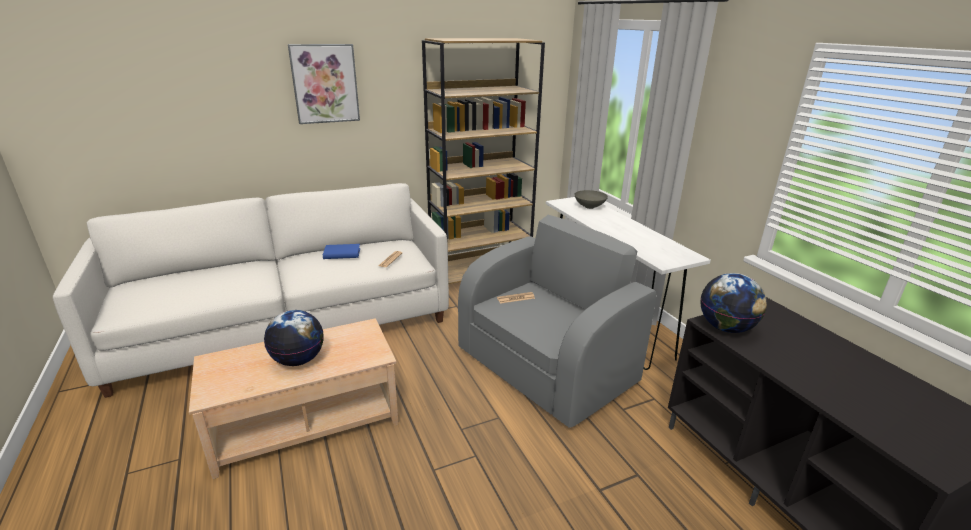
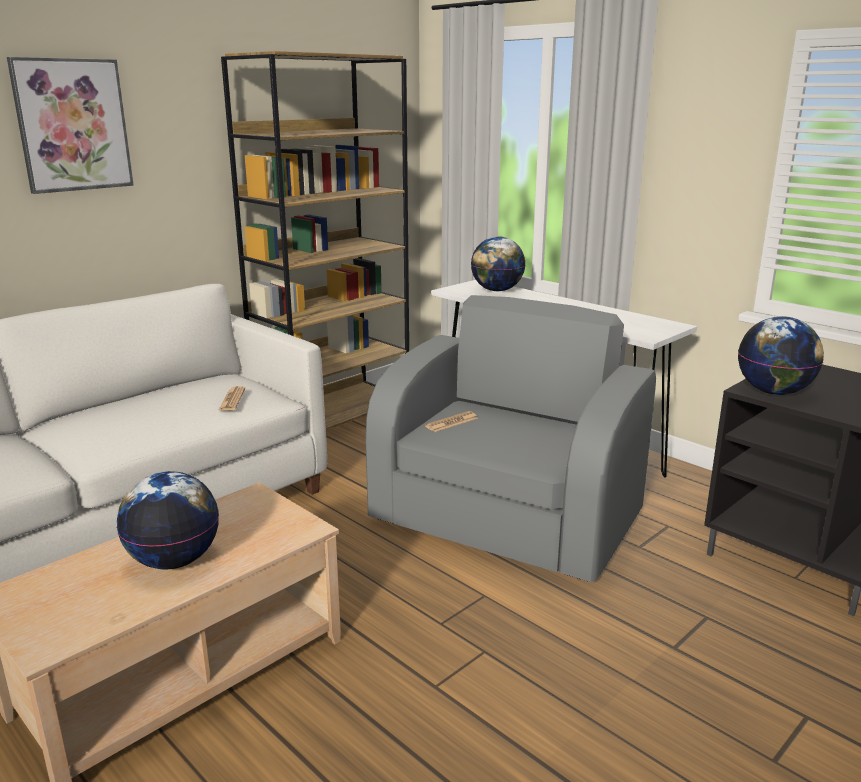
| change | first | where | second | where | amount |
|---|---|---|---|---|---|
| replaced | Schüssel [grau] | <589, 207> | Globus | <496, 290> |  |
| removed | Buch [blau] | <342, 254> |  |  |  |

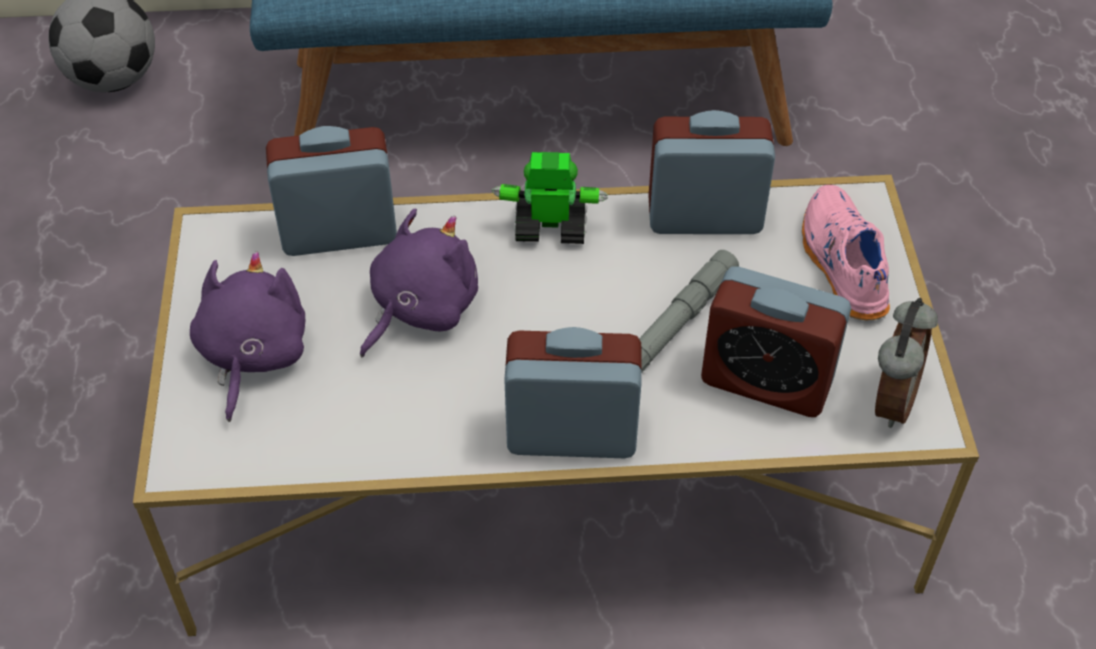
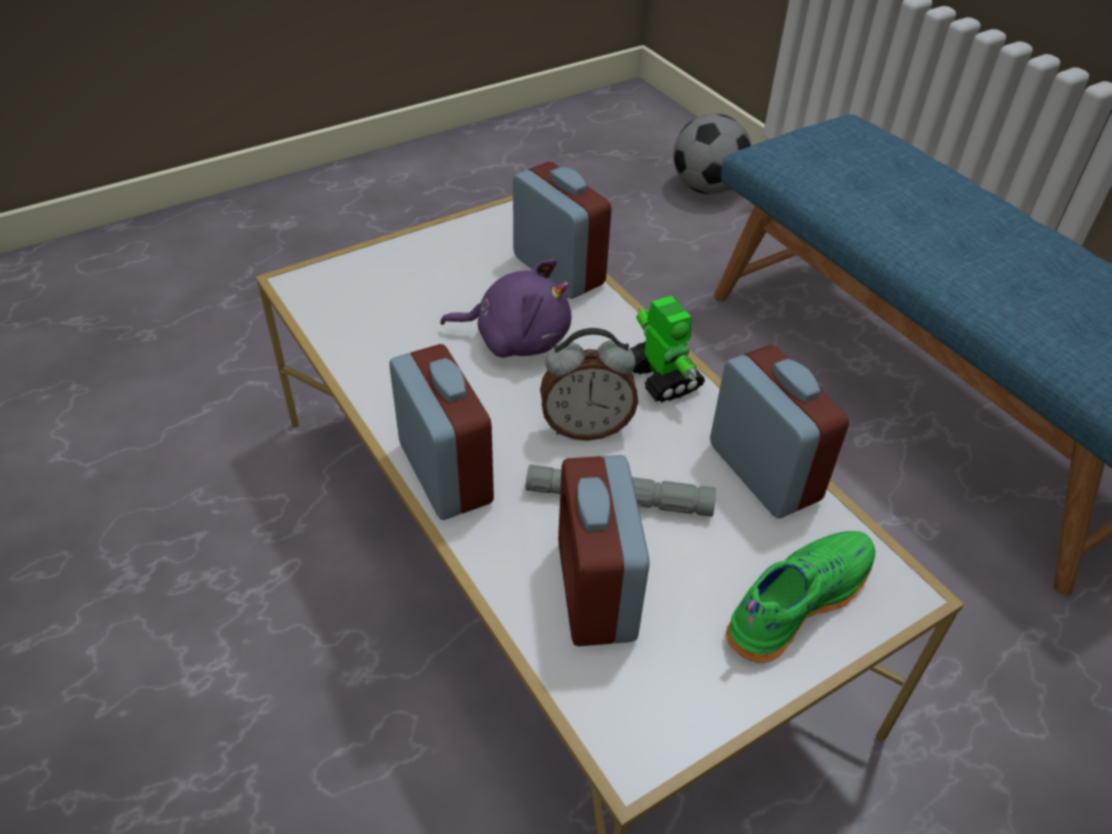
| change | first | where | second | where | amount |
|---|---|---|---|---|---|
| moved | Wecker | <890, 400> |  | <586, 427> |  |
| recoloured | Schuh [rosa] | <841, 265> | Schuh [grün] | <794, 601> |  |
| removed | Plüschtier [lila] | <252, 355> |  |  |  |

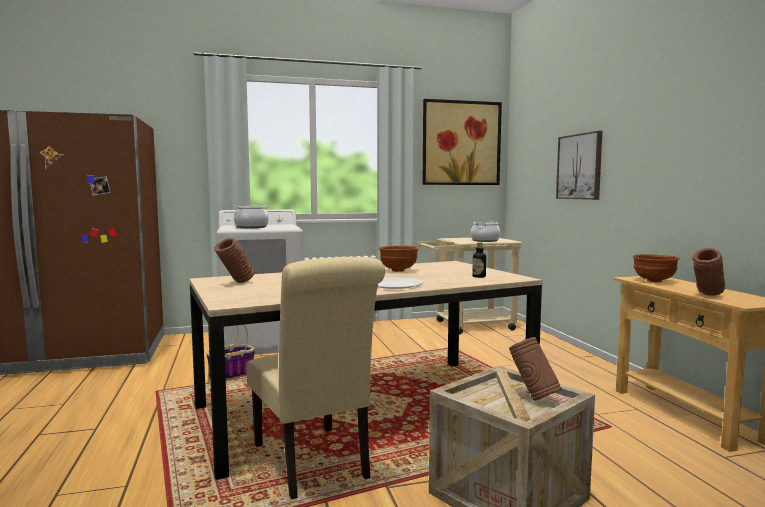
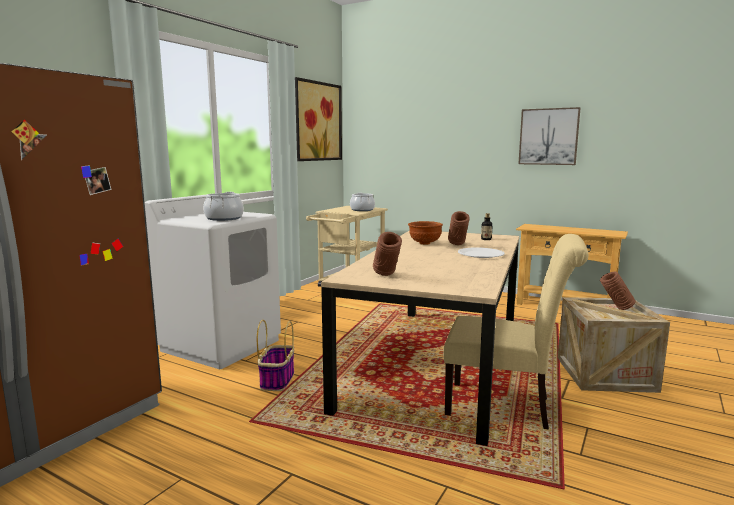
| change | first | where | second | where | amount |
|---|---|---|---|---|---|
| moved | Vase [braun] | <707, 296> |  | <457, 245> |  |
| moved | Bild | <579, 166> |  | <548, 136> |  |
| removed | Schüssel [braun] | <653, 281> |  |  |  |

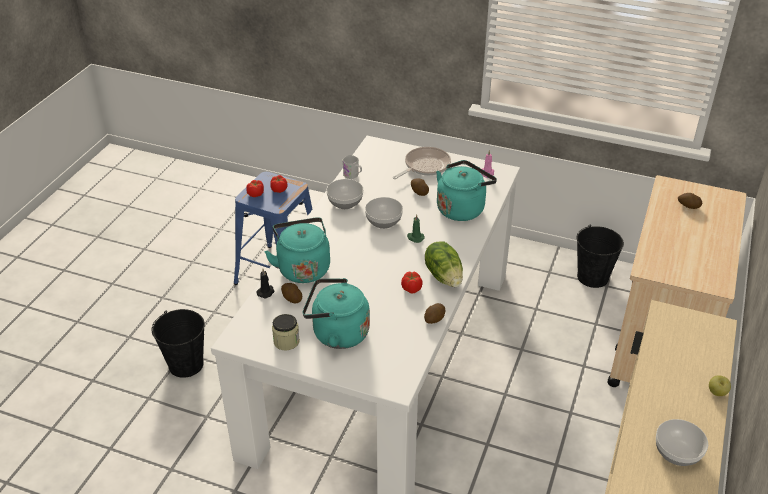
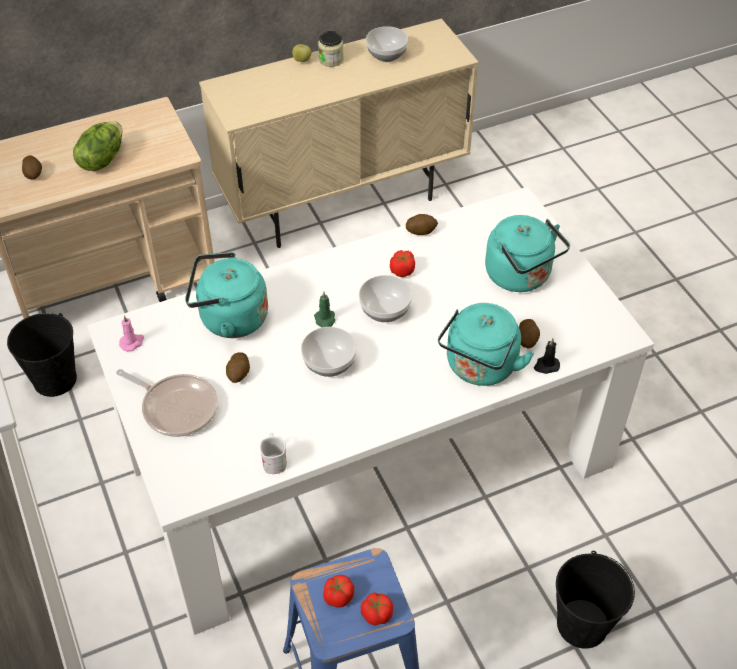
| change | first | where | second | where | amount |
|---|---|---|---|---|---|
| moved | Salatkopf | <444, 276> |  | <101, 159> |  |
| turned | Pfanne | <425, 166> |  | <176, 407> | 150 degrees counterclockwise |
| moved | Vorratsglas | <286, 341> |  | <331, 59> |  |
| moved | Schüssel | <345, 203> |  | <384, 310> |  |

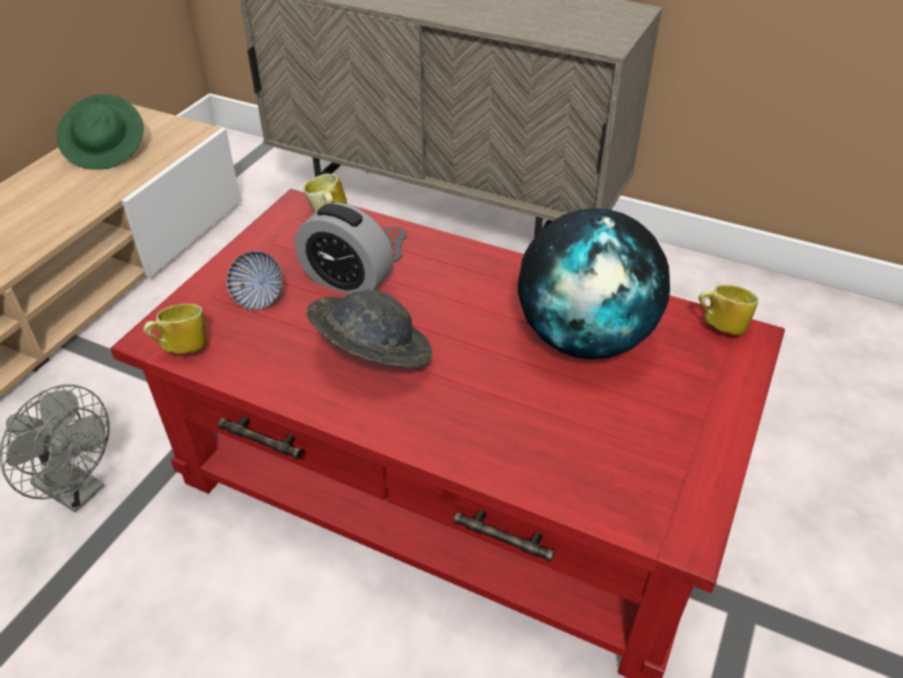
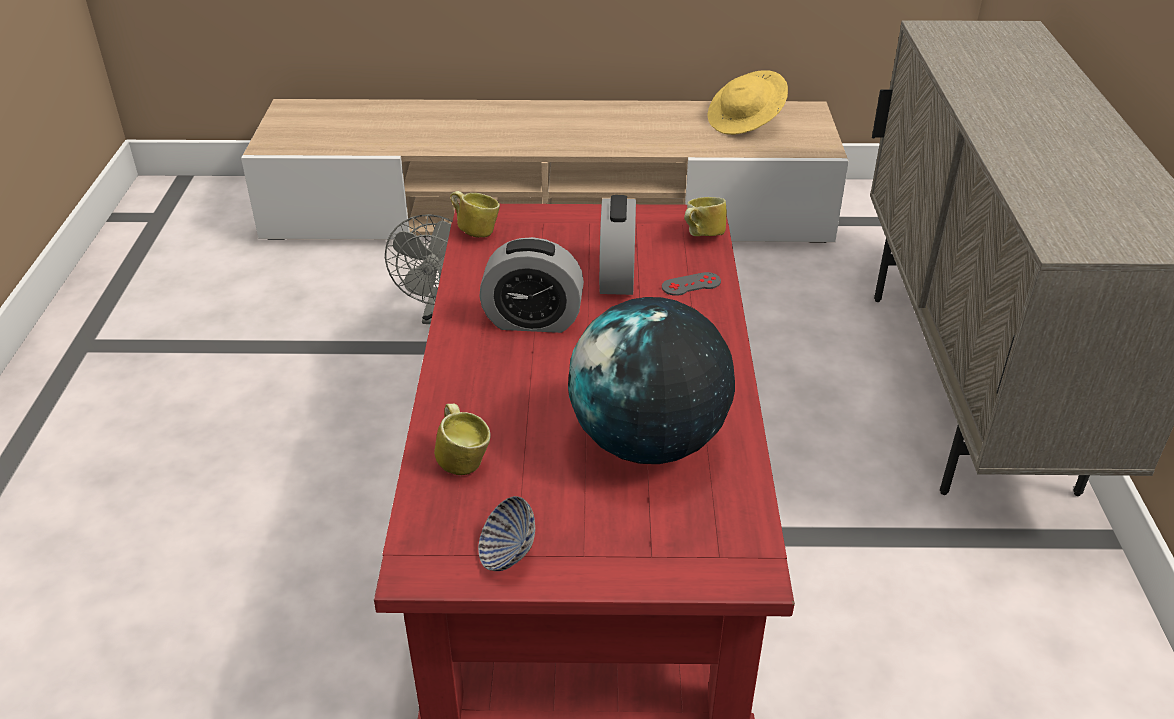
| change | first | where | second | where | amount |
|---|---|---|---|---|---|
| moved | Henkelbecher | <720, 326> |  | <463, 459> |  |
| moved | Schüssel | <258, 297> |  | <507, 554> |  |
| replaced | Hut [grau] | <371, 354> | Wecker | <533, 321> |  |
| recoloured | Hut [grün] | <107, 150> | Hut [gelb] | <745, 122> |  |

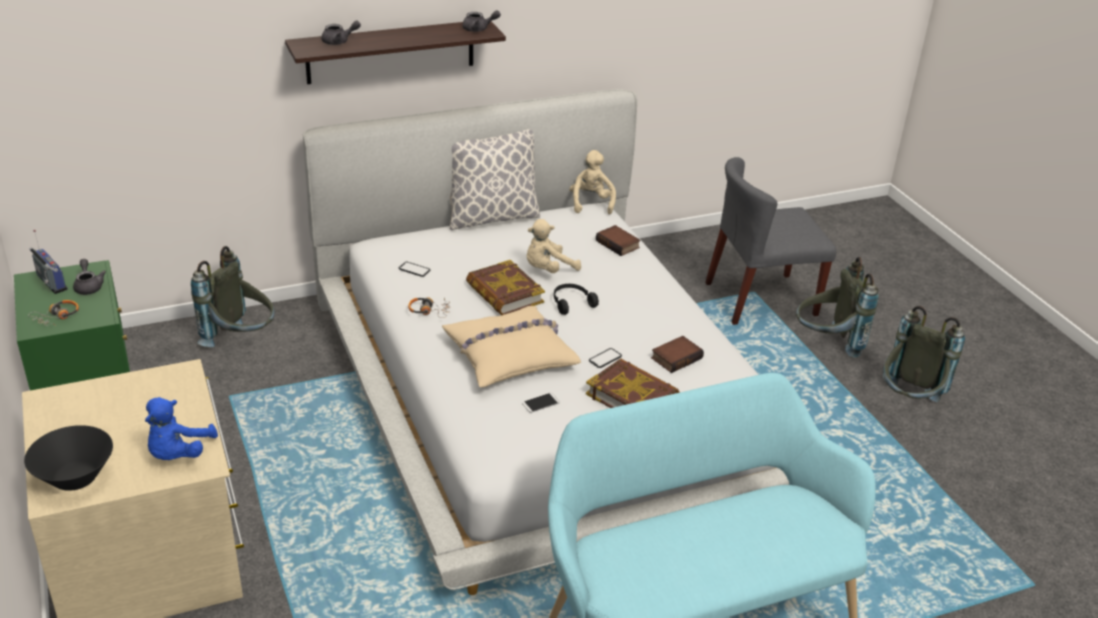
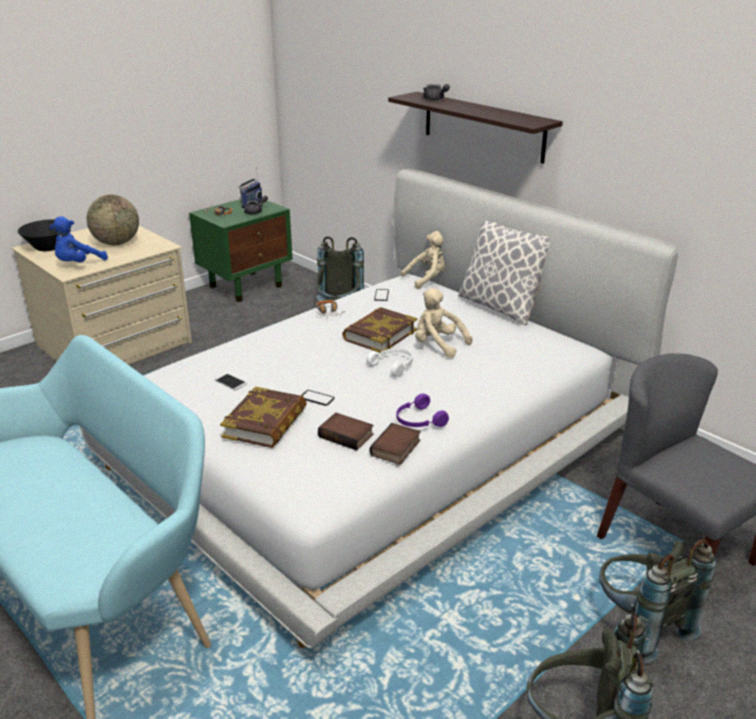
| change | first | where | second | where | amount |
|---|---|---|---|---|---|
| turned | Plüschtier [blau] | <178, 454> |  | <78, 264> | 45 degrees counterclockwise |
| added |  |  | Globus | <116, 243> |  |
| recoloured | Kopfhörer [schwarz] | <571, 303> | Kopfhörer [weiß] | <393, 366> |  |
| moved | Buch | <619, 244> |  | <396, 448> |  |
| added |  |  | Kopfhörer [lila] | <418, 420> |  |
| moved | Plüschtier [beige] | <590, 202> |  | <428, 279> |  |
| removed | Kissen [beige] | <509, 355> |  |  |  |
| removed | Teekanne [grau] | <479, 29> |  |  |  |

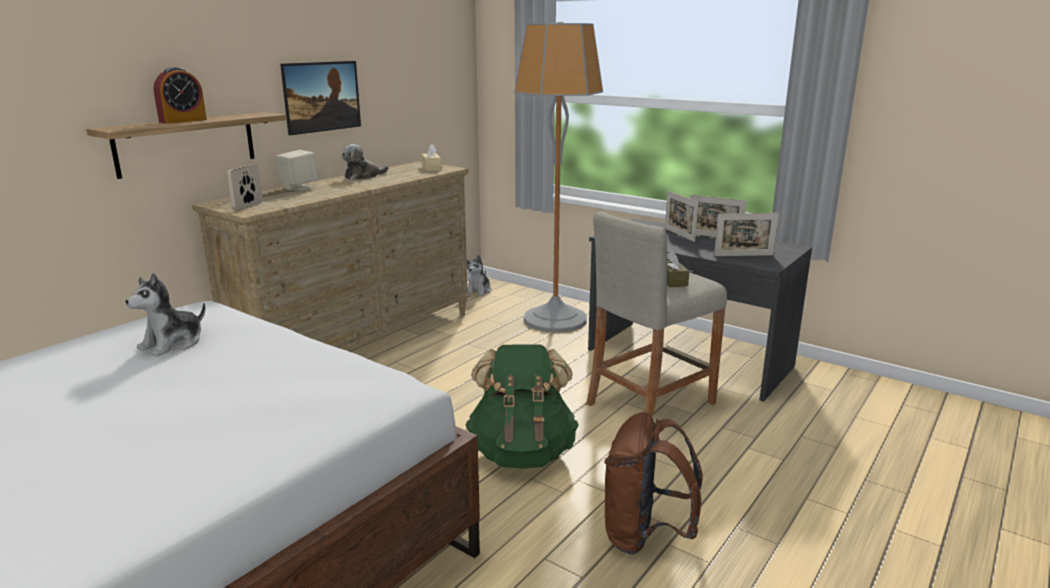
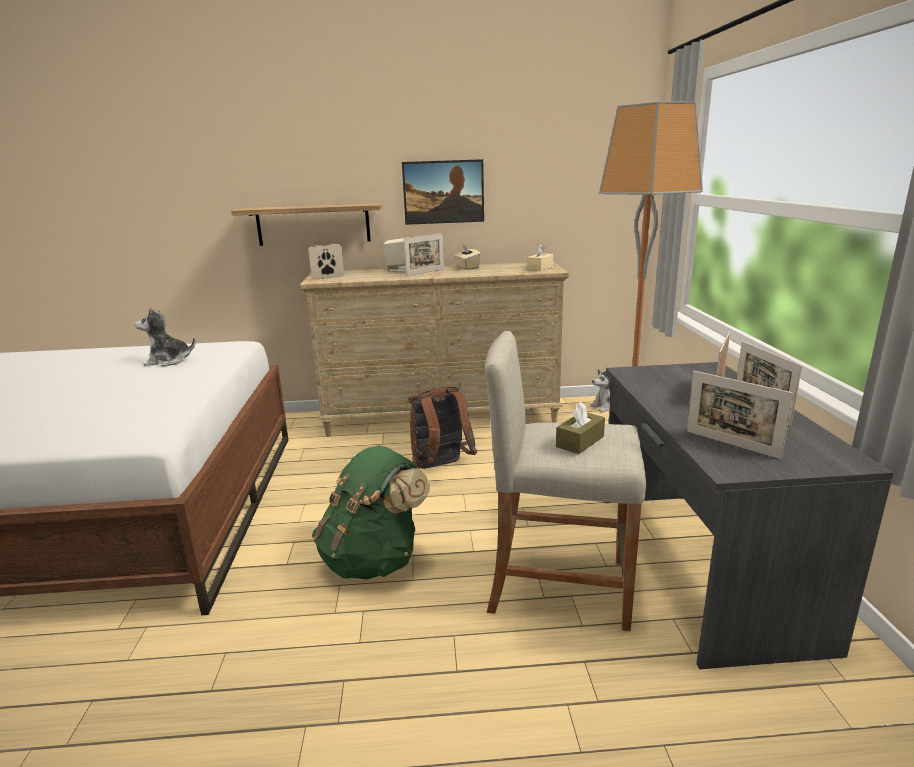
| change | first | where | second | where | amount |
|---|---|---|---|---|---|
| added |  |  | Bilderrahmen | <425, 272> |  |
| moved | Rucksack [braun] | <645, 536> |  | <440, 467> |  |
| replaced | Plüschtier | <363, 176> | Taschentuchbox [beige] | <467, 267> |  |
| removed | Wecker | <183, 121> |  |  |  |

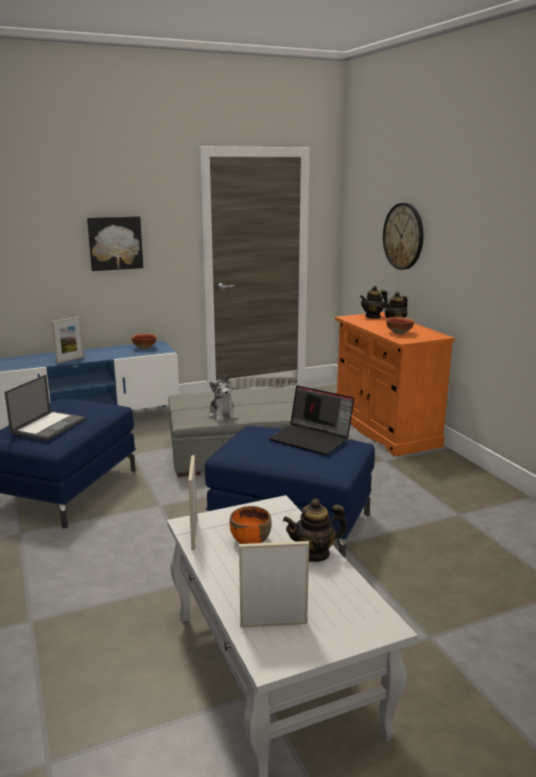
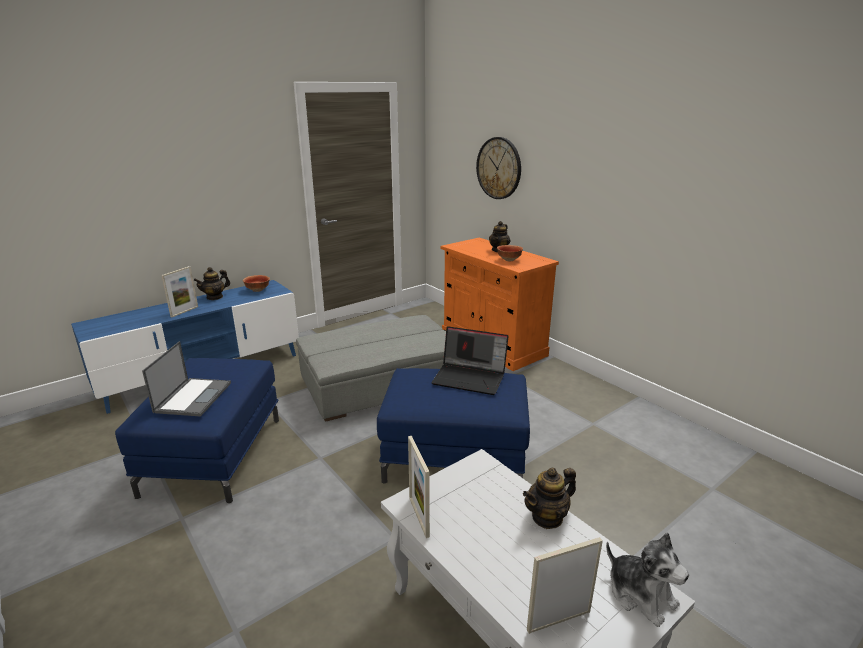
| change | first | where | second | where | amount |
|---|---|---|---|---|---|
| moved | Teekanne | <373, 317> |  | <215, 297> |  |
| moved | Plüschtier | <222, 415> |  | <640, 595> |  |
| removed | Bild | <115, 243> |  |  |  |
| removed | Schüssel [orange] | <250, 540> |  |  |  |

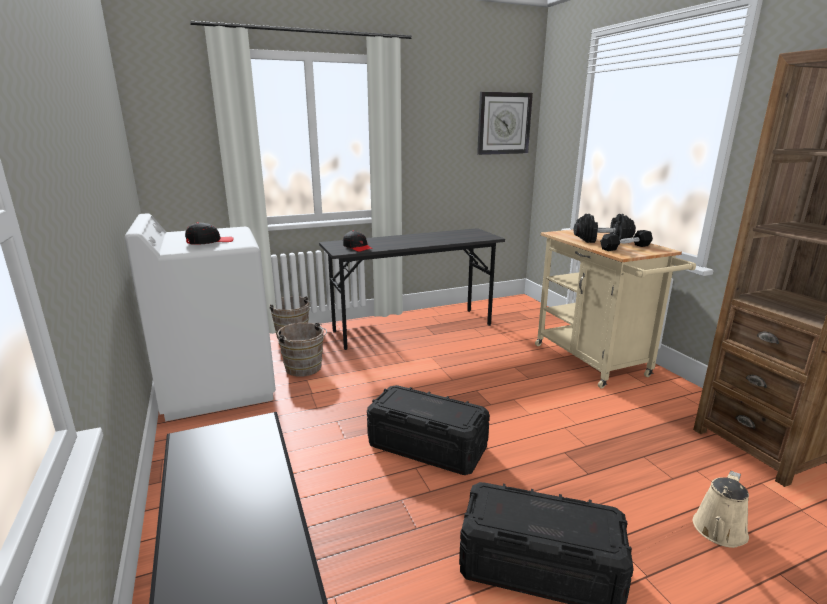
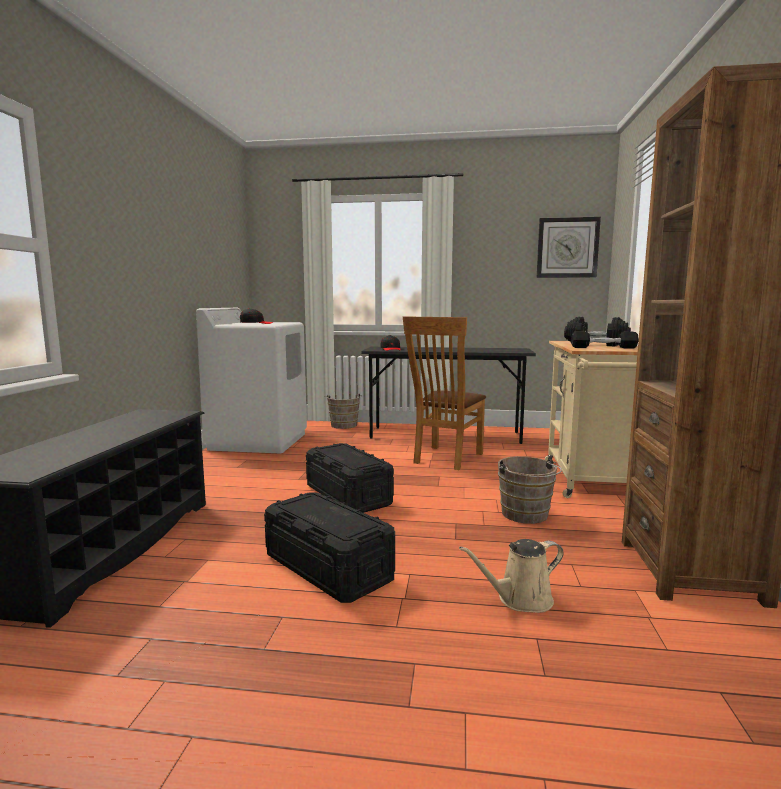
| change | first | where | second | where | amount |
|---|---|---|---|---|---|
| added |  |  | Stuhl [braun] | <445, 459> |  |
| moved | Eimer [braun] | <305, 369> |  | <526, 516> |  |

